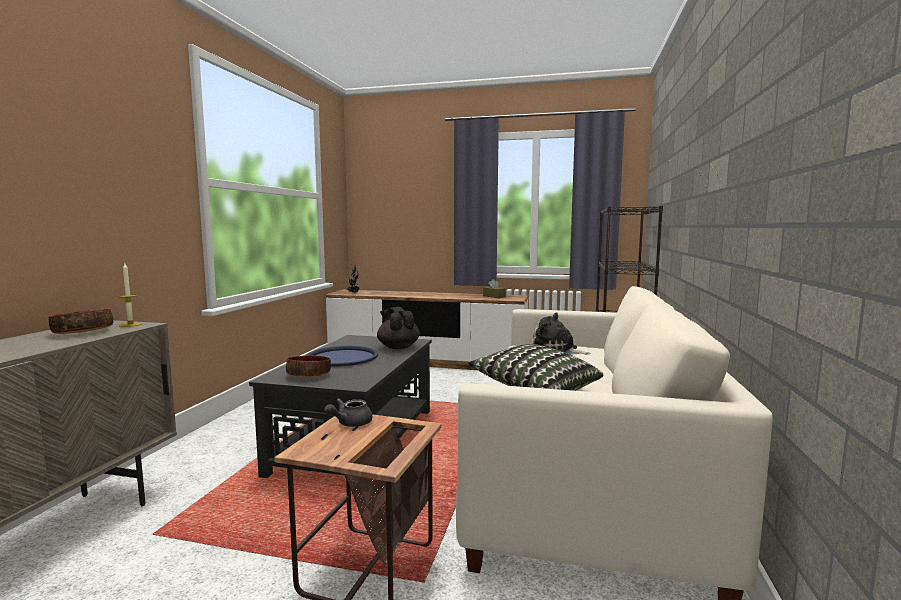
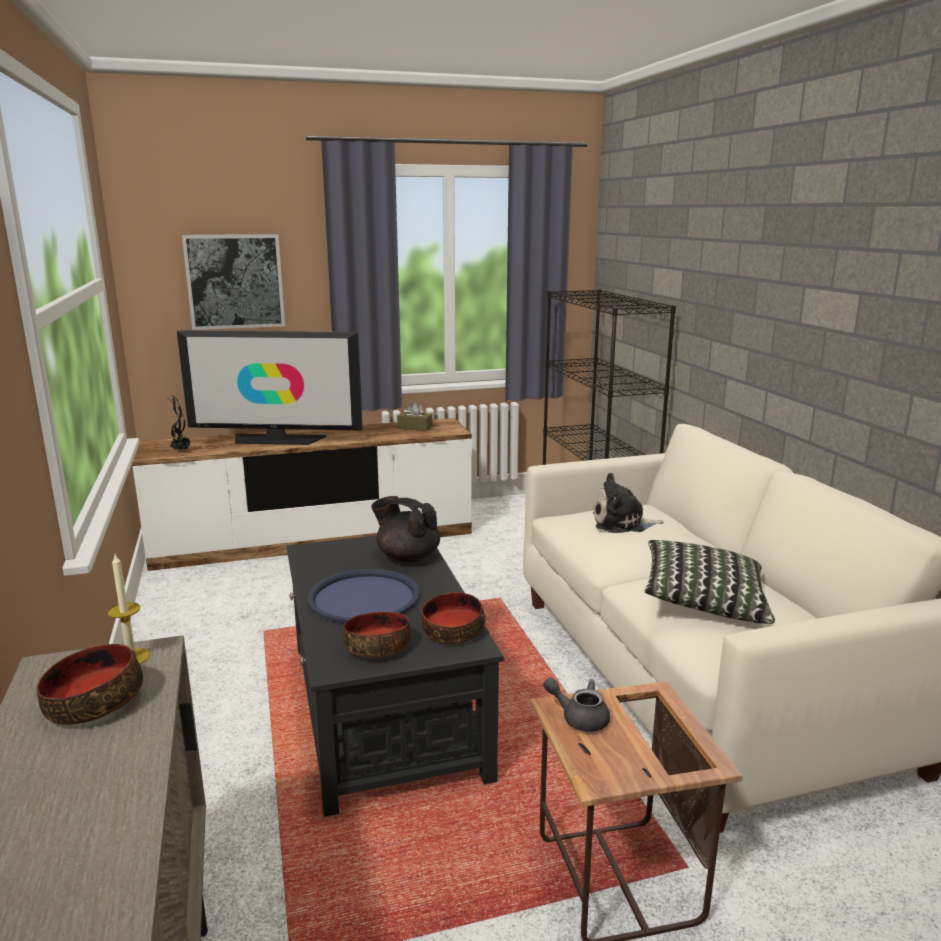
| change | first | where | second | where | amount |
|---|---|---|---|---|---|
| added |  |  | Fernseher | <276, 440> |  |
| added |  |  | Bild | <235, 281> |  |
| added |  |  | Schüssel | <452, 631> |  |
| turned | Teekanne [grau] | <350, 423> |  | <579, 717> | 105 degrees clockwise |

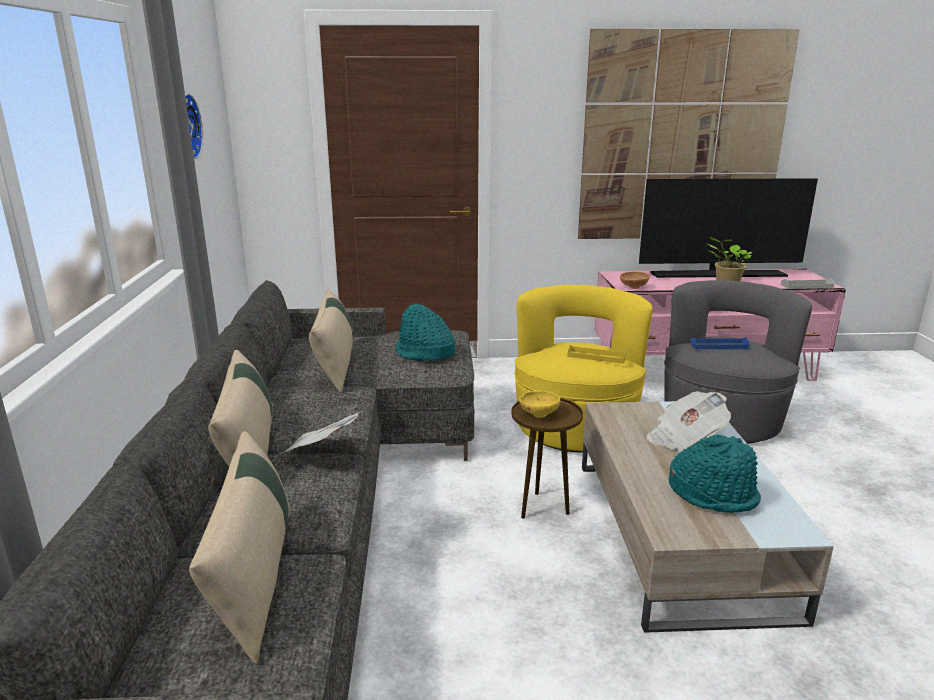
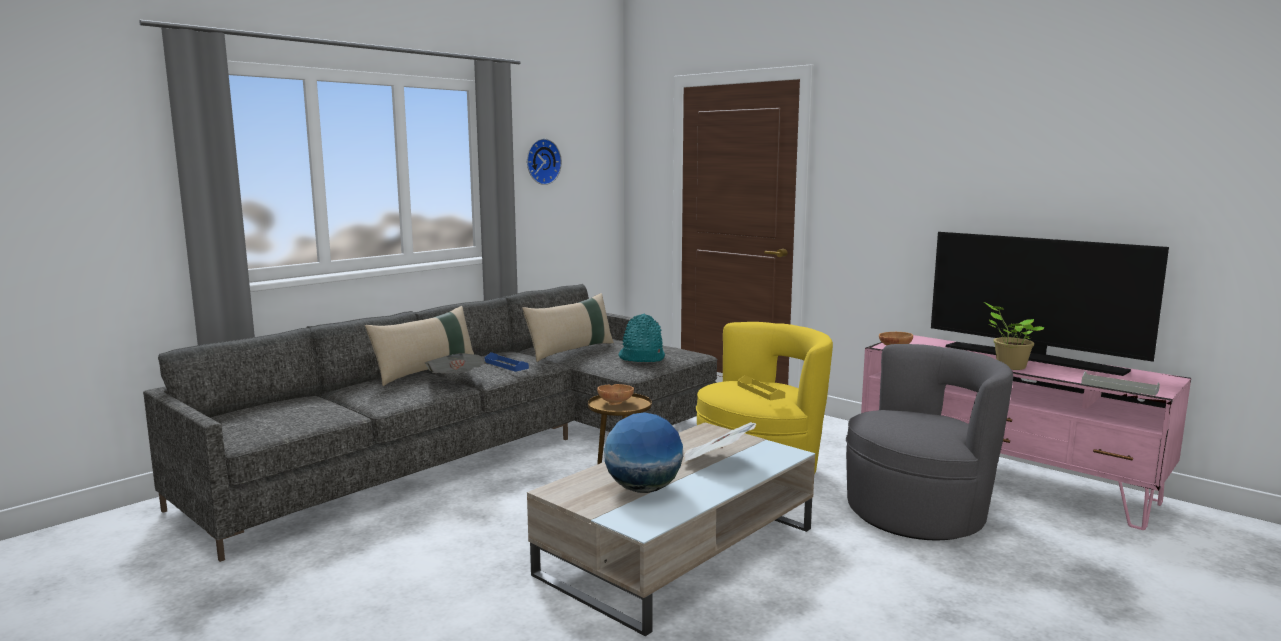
| change | first | where | second | where | amount |
|---|---|---|---|---|---|
| moved | Tablett [blau] | <719, 346> |  | <506, 365> |  |
| recoloured | Schüssel [gelb] | <538, 413> | Schüssel [braun] | <616, 403> |  |
| replaced | Hut [türkis] | <713, 494> | Globus | <643, 489> |  |
| removed | Kissen [beige] | <255, 578> |  |  |  |
| removed | Bild | <682, 138> |  |  |  |

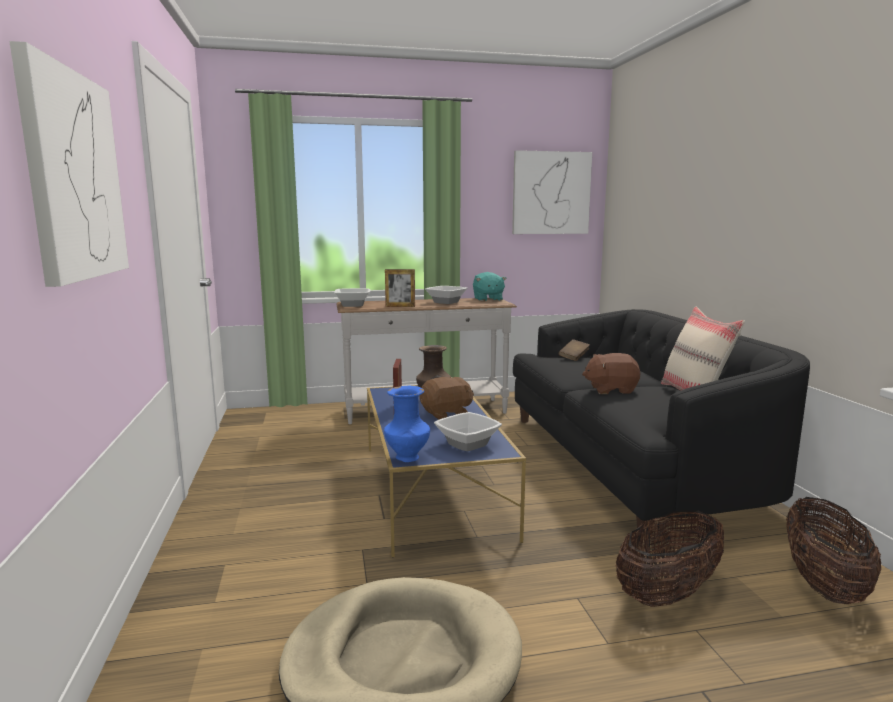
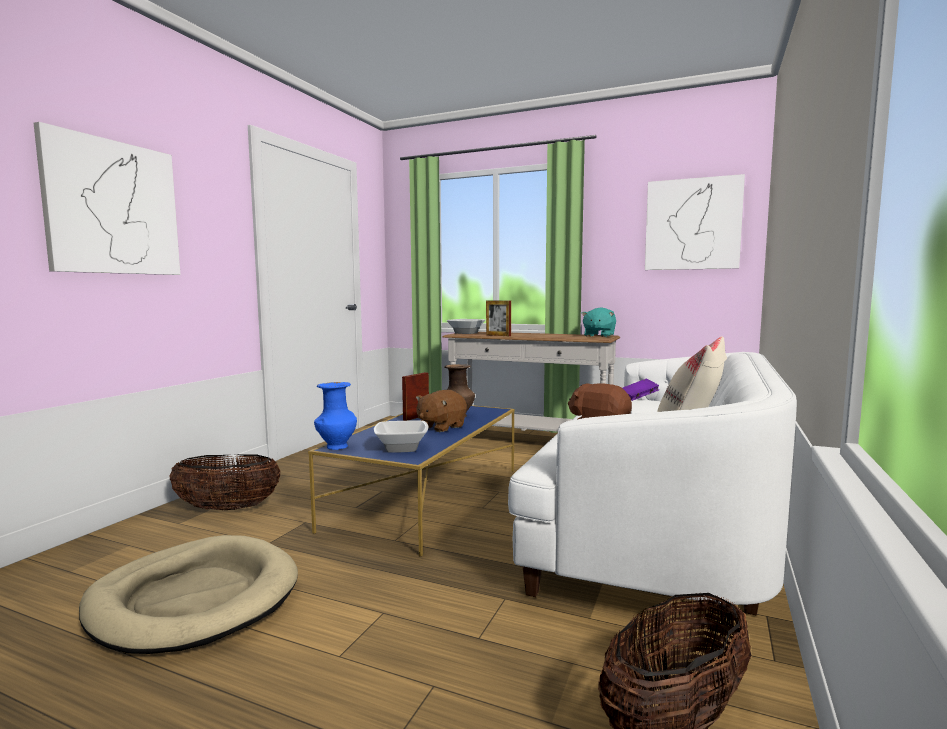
| change | first | where | second | where | amount |
|---|---|---|---|---|---|
| moved | Korb | <667, 593> |  | <227, 508> |  |
| turned | Plüschtier [braun] | <446, 414> |  | <440, 427> | 120 degrees clockwise |
| recoloured | Sofa [schwarz] | <630, 463> | Sofa [weiß] | <655, 526> |  |
| recoloured | Buch [braun] | <574, 357> | Buch [lila] | <638, 398> |  |
| removed | Schüssel | <445, 302> |  |  |  |

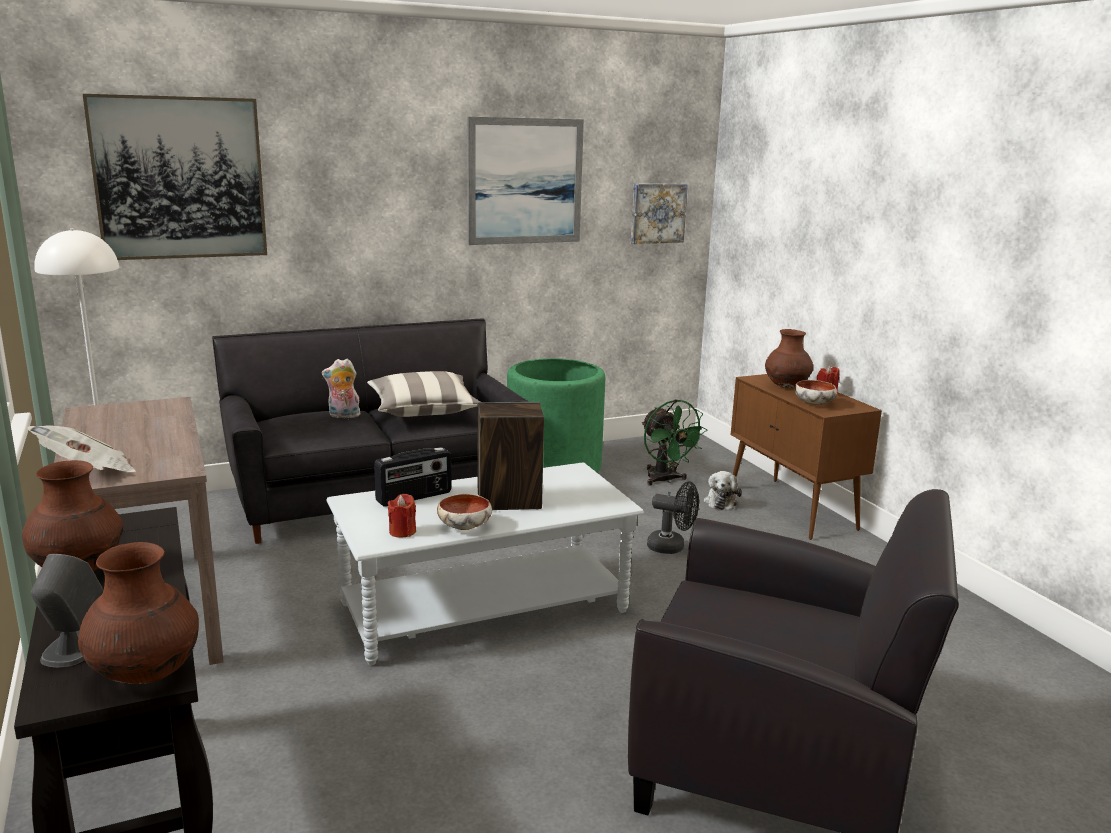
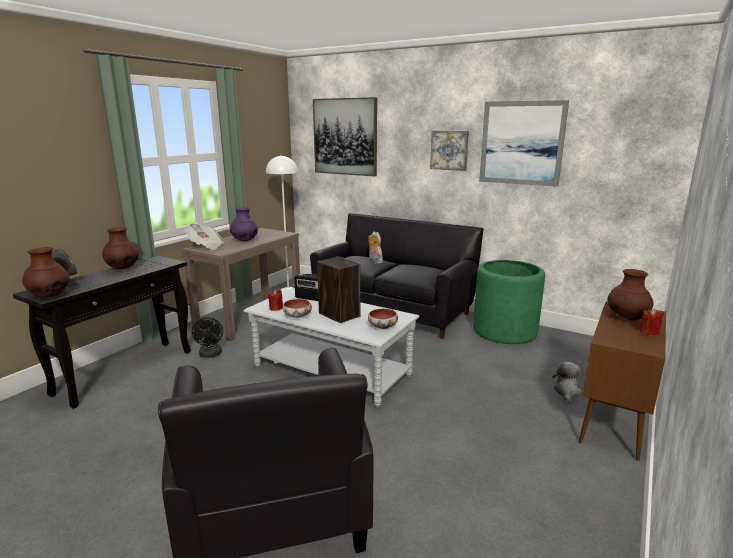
| change | first | where | second | where | amount |
|---|---|---|---|---|---|
| moved | Ventilator [schwarz] | <672, 547> |  | <210, 355> |  |
| added |  |  | Vase [lila] | <244, 241> |  |
| moved | Schüssel | <814, 404> |  | <382, 327> |  |
| moved | Bild | <657, 213> |  | <449, 150> |  |
| turned | Plüschtier | <721, 502> |  | <566, 391> | 135 degrees clockwise |
| removed | Kissen | <423, 410> |  |  |  |
| removed | Ventilator [grün] | <665, 480> |  |  |  |

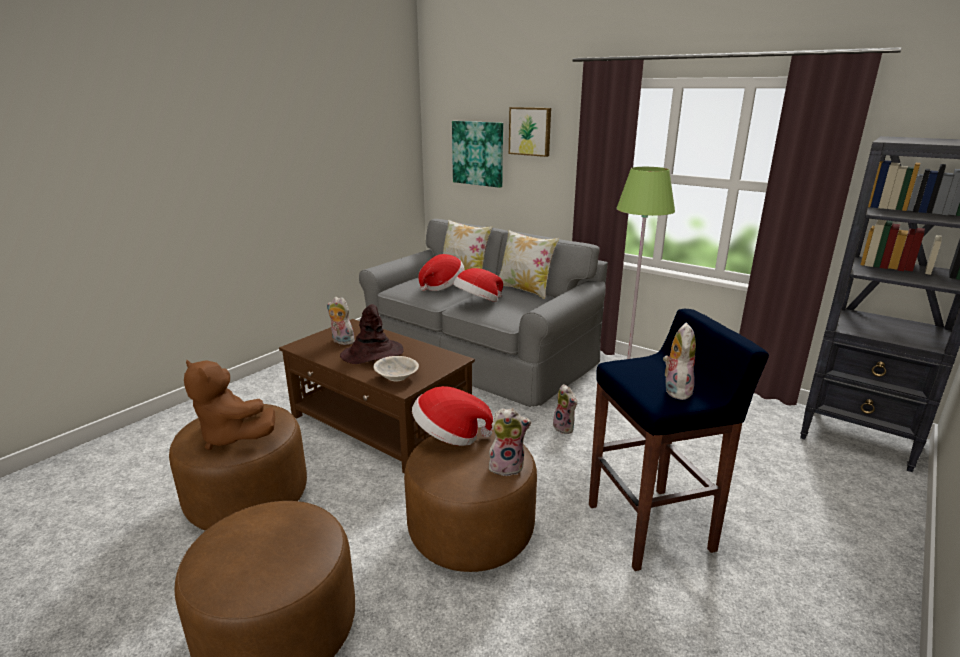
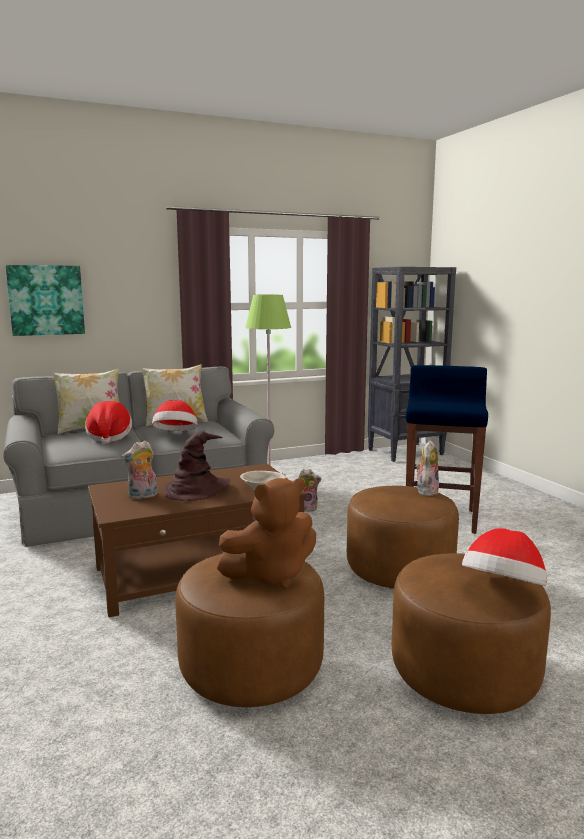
| change | first | where | second | where | amount |
|---|---|---|---|---|---|
| moved | Hut | <449, 436> |  | <503, 591> |  |
| removed | Bild | <530, 131> |  |  |  |
| removed | Plüschtier | <675, 390> |  |  |  |

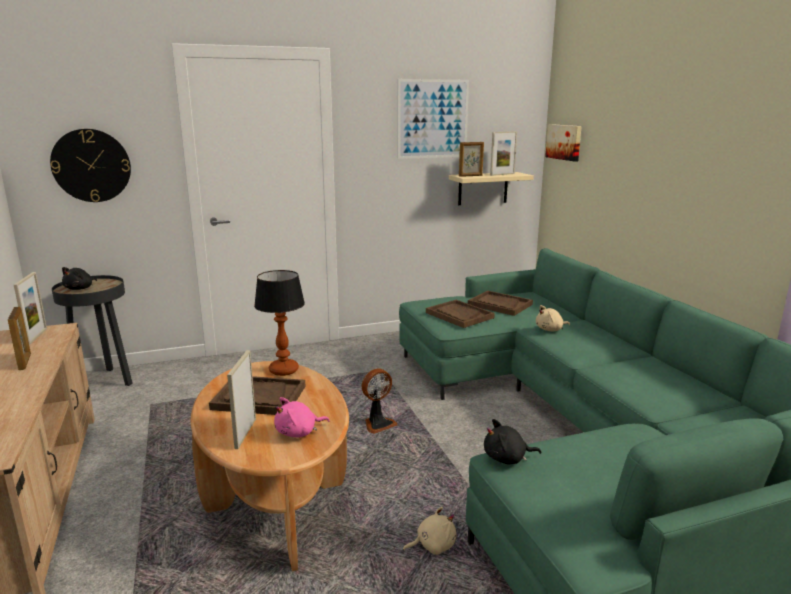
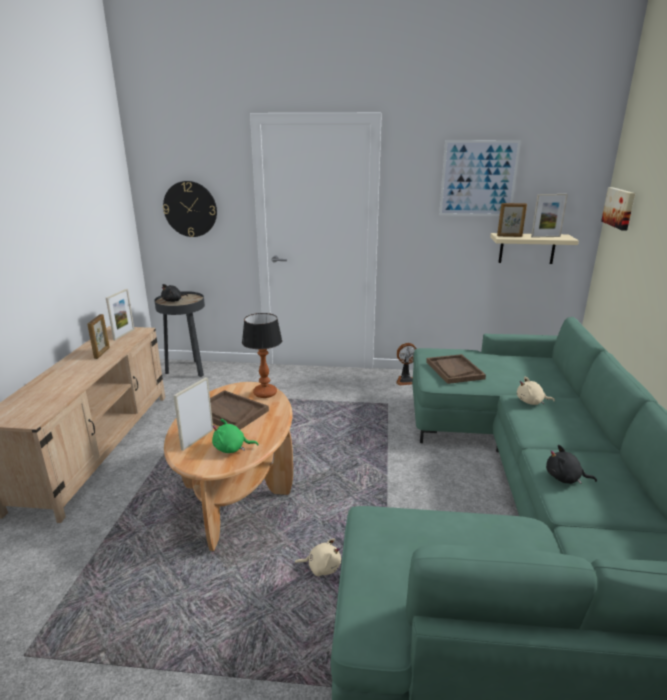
| change | first | where | second | where | amount |
|---|---|---|---|---|---|
| recoloured | Plüschtier [rosa] | <299, 432> | Plüschtier [grün] | <232, 448> |  |
| moved | Ventilator | <378, 424> |  | <406, 380> |  |
| moved | Plüschtier [schwarz] | <507, 458> |  | <565, 478> |  |
| removed | Tablett [braun] | <499, 305> |  |  |  |

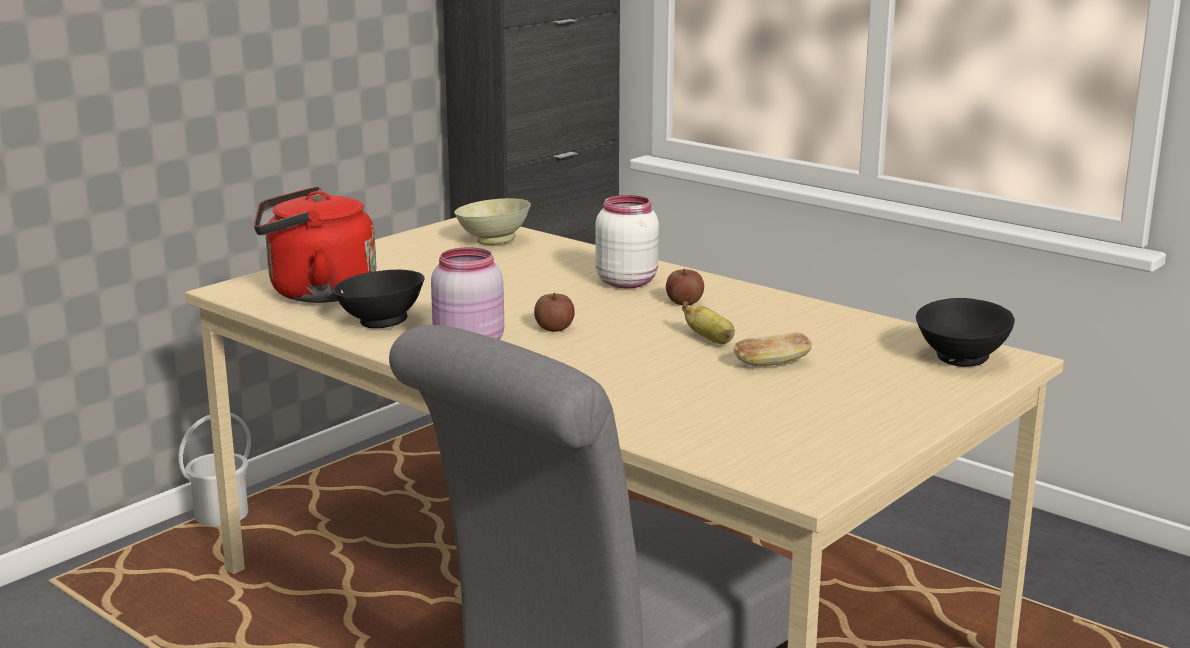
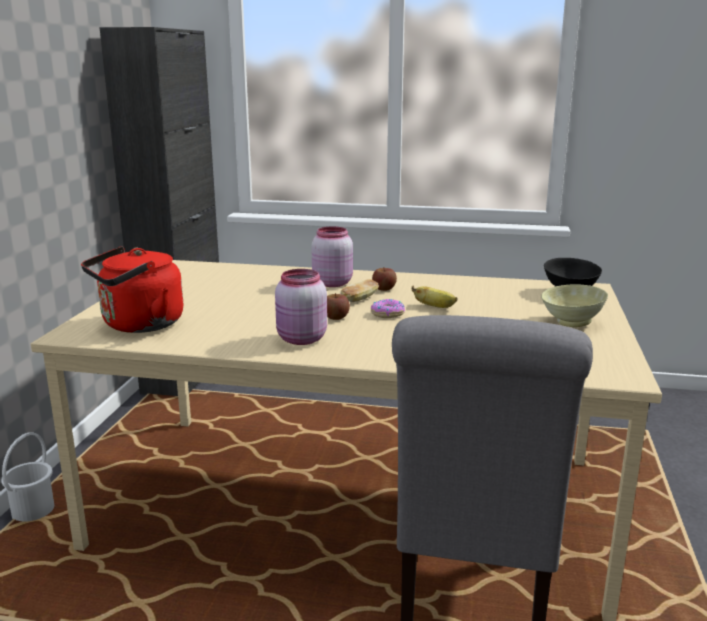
| change | first | where | second | where | amount |
|---|---|---|---|---|---|
| recoloured | Vorratsglas [weiß] | <626, 281> | Vorratsglas [rosa] | <331, 283> |  |
| moved | Brot | <772, 364> |  | <359, 299> |  |
| added |  |  | Donut | <387, 313> |  |
| moved | Schüssel [beige] | <493, 240> |  | <570, 322> |  |
| removed | Schüssel [schwarz] | <380, 322> |  |  |  |

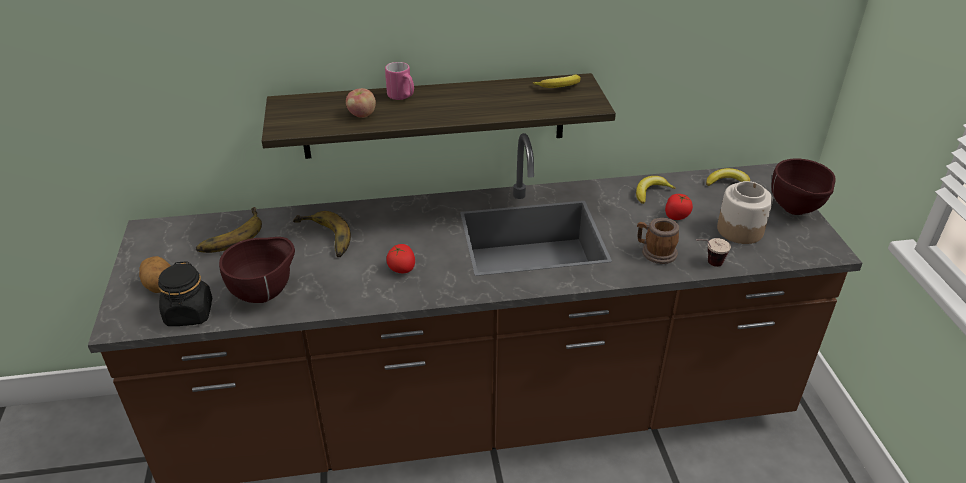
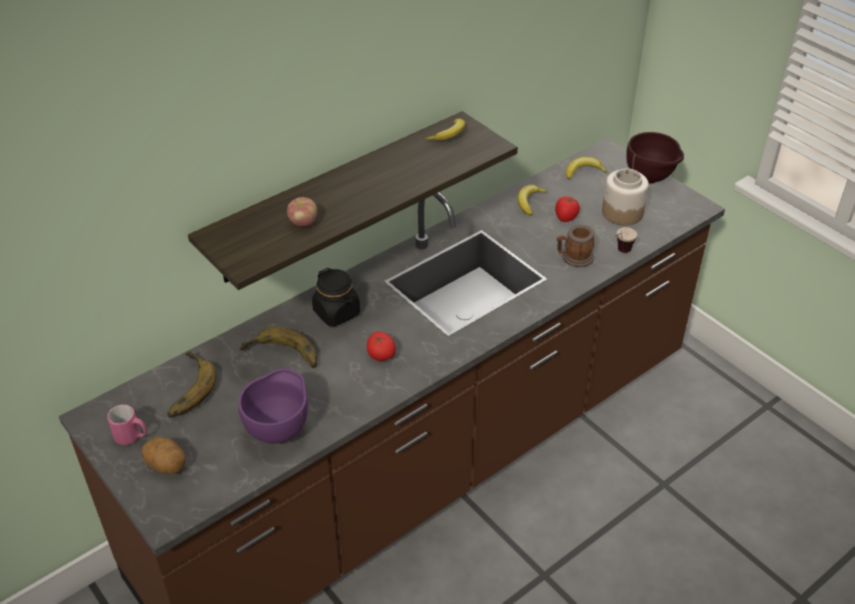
| change | first | where | second | where | amount |
|---|---|---|---|---|---|
| moved | Henkelbecher [rosa] | <402, 97> |  | <132, 437> |  |
| recoloured | Schüssel [braun] | <265, 294> | Schüssel [lila] | <279, 429> |  |
| moved | Vorratsglas [schwarz] | <189, 313> |  | <337, 313> |  |

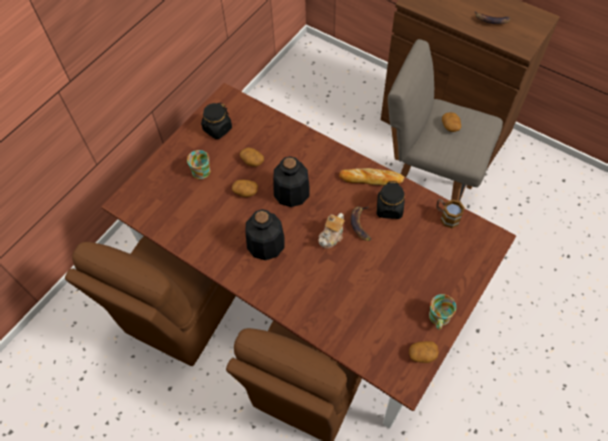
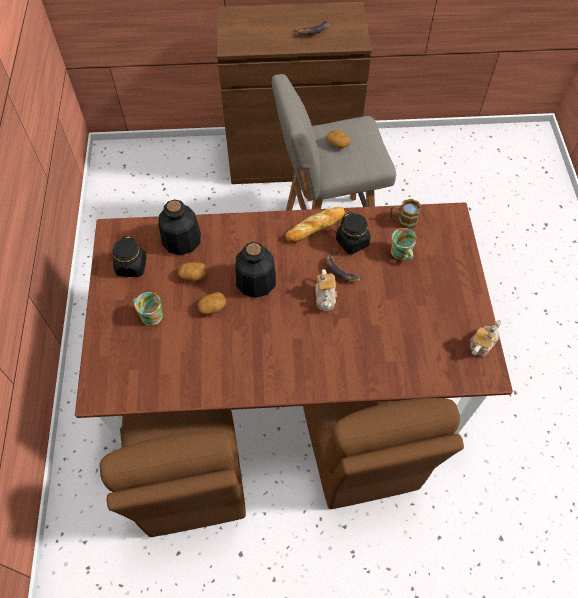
| change | first | where | second | where | amount |
|---|---|---|---|---|---|
| moved | Flasche | <265, 244> |  | <181, 240> |  |
| moved | Henkelbecher | <438, 318> |  | <402, 254> |  |
| replaced | Kartoffel | <422, 354> | Teekanne | <481, 344> |  |

